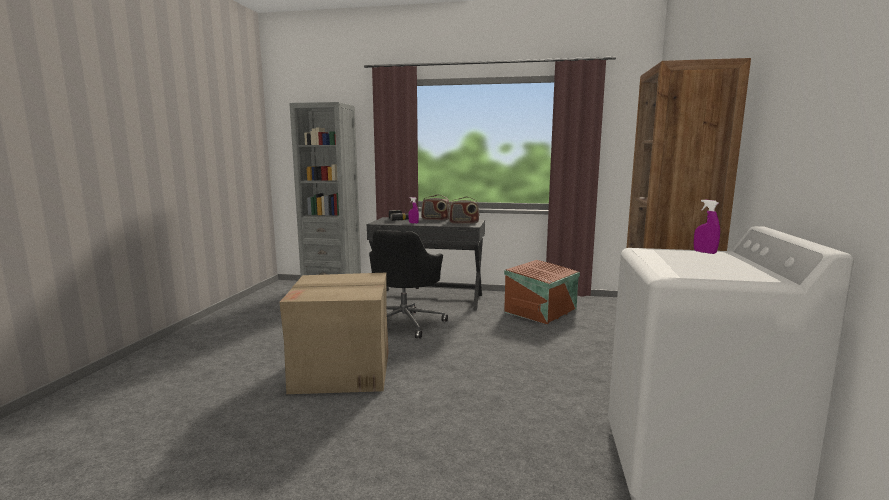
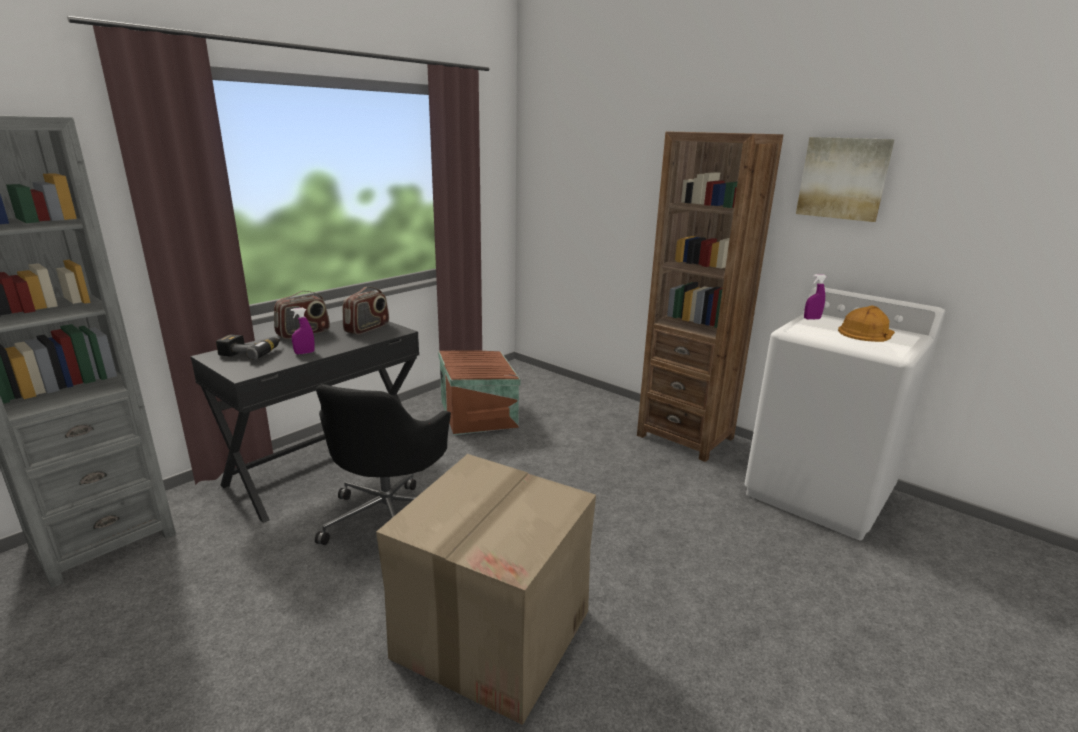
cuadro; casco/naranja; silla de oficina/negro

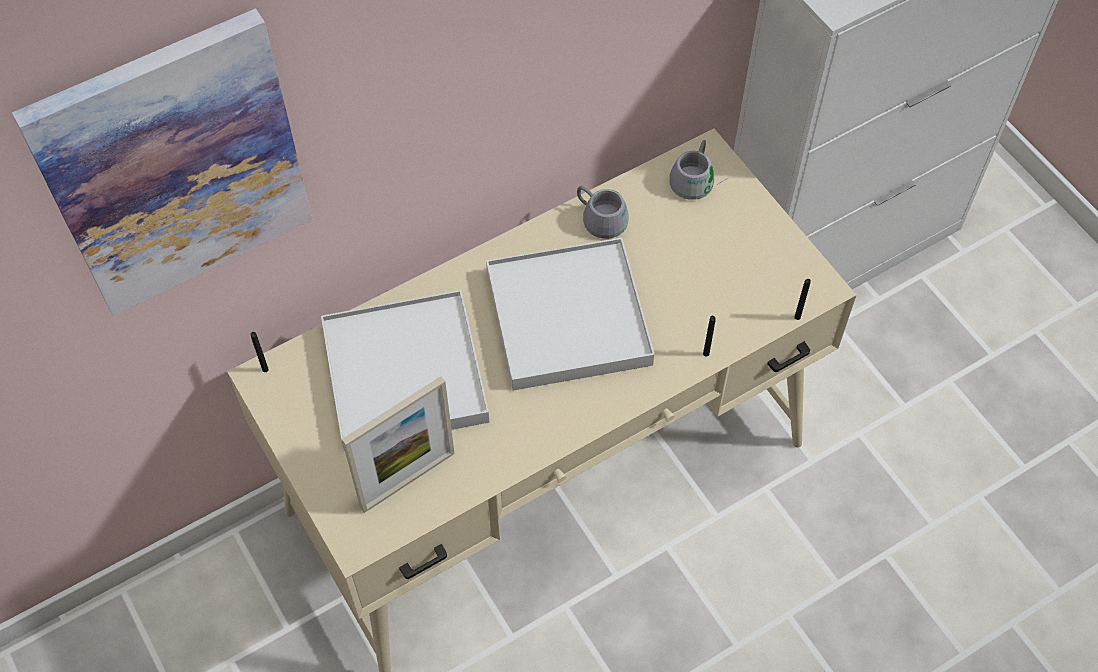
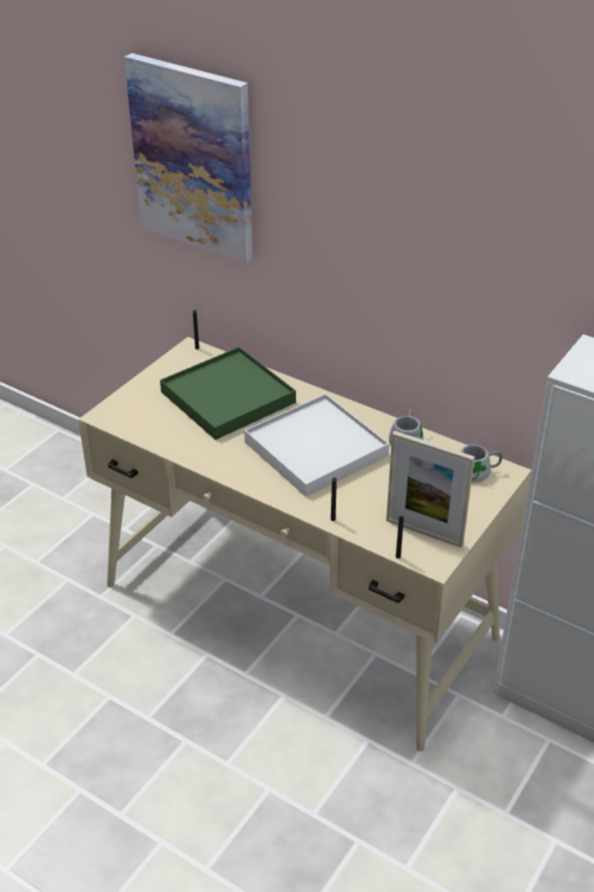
portarretratos; bandeja/verde

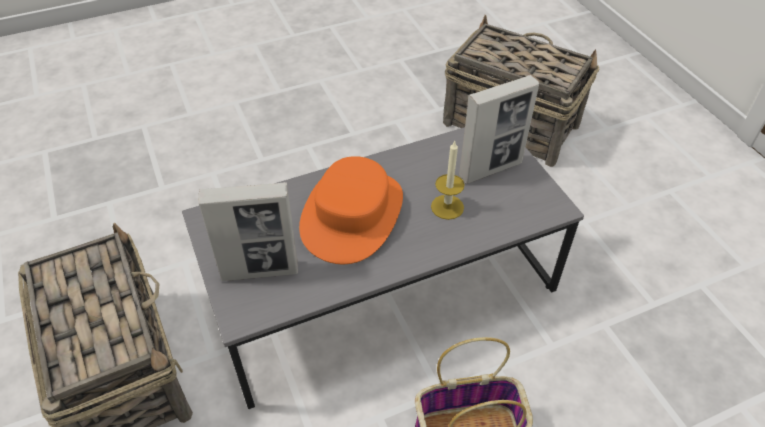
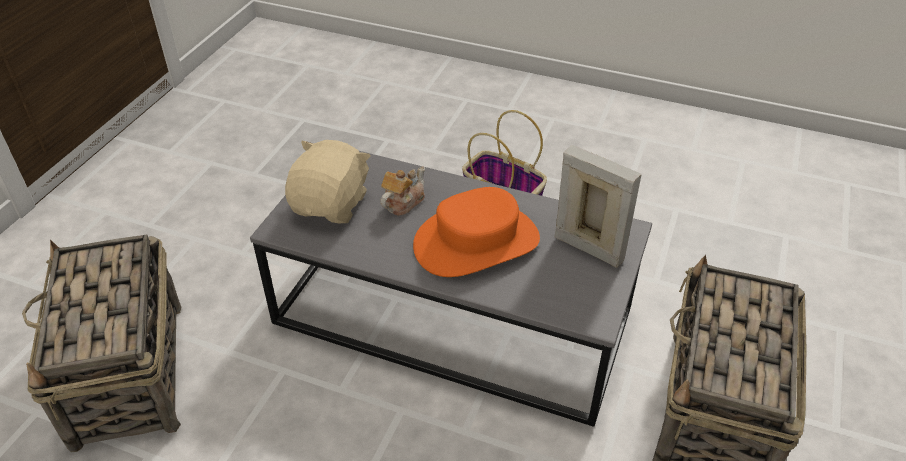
tetera; peluche/beis

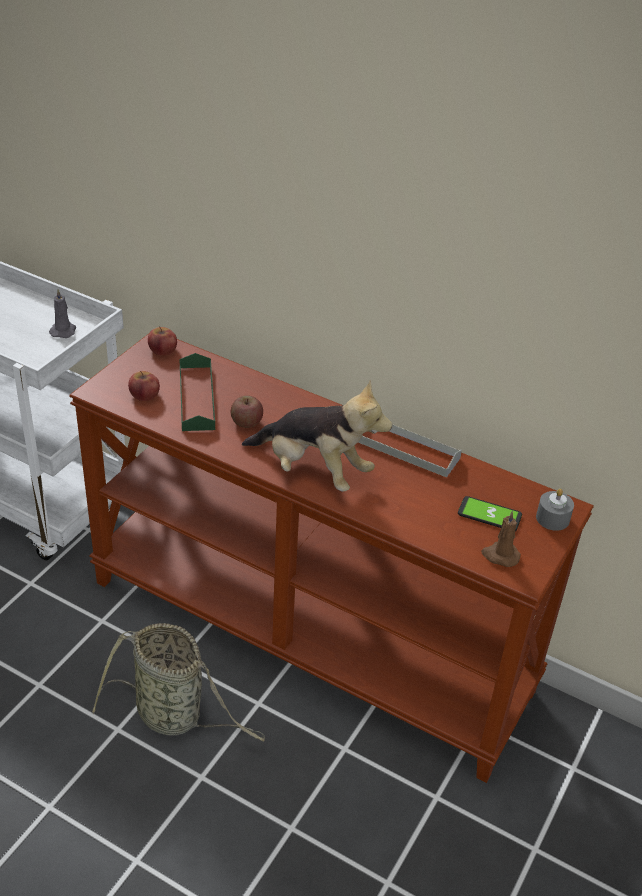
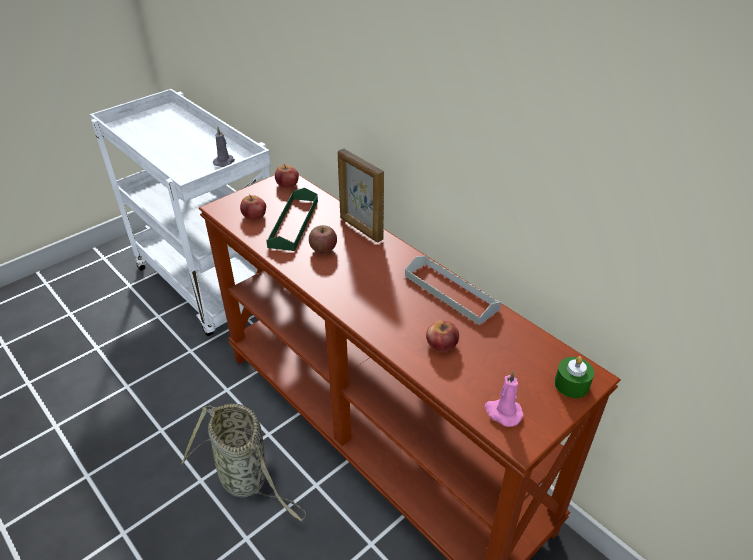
peluche; móvil; portarretratos; manzana (no. 4 from left); vela/rosa; vela/verde

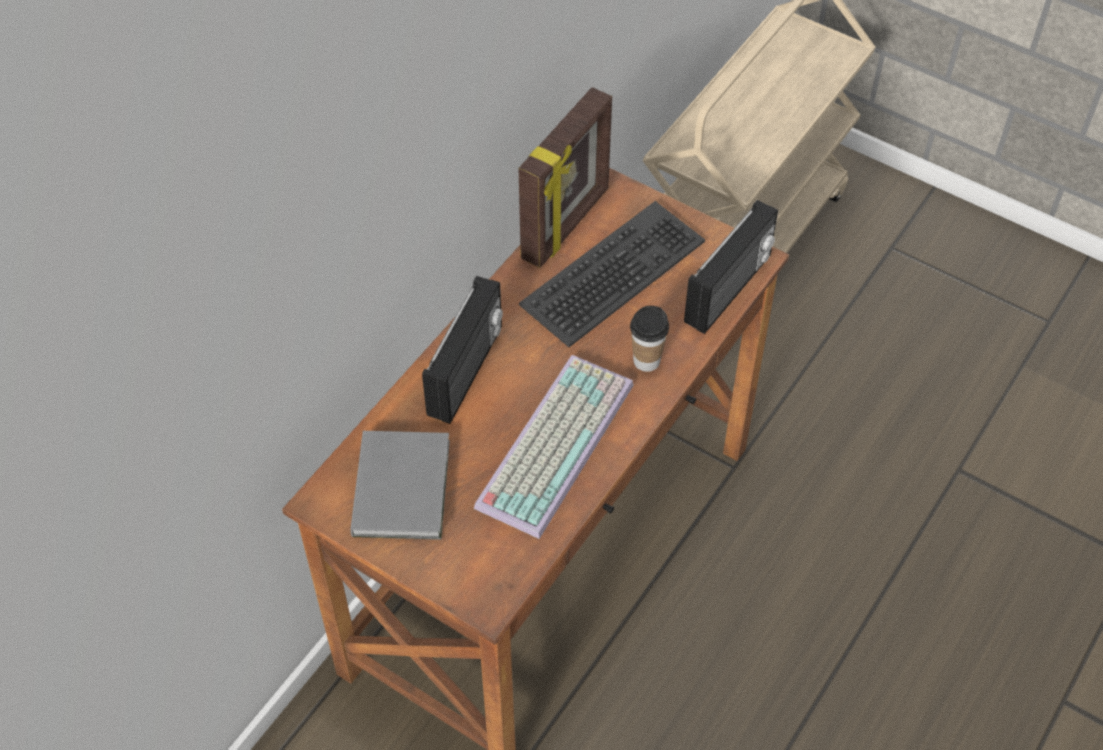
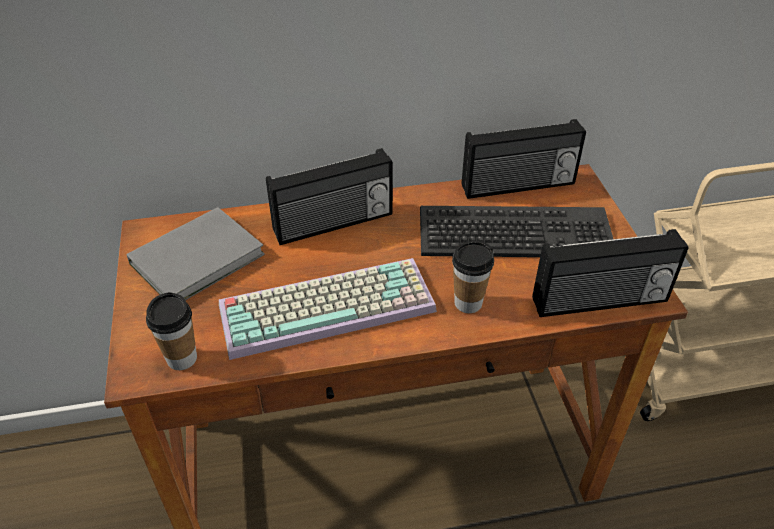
taza (no. 1 from left); radio (no. 2 from left)

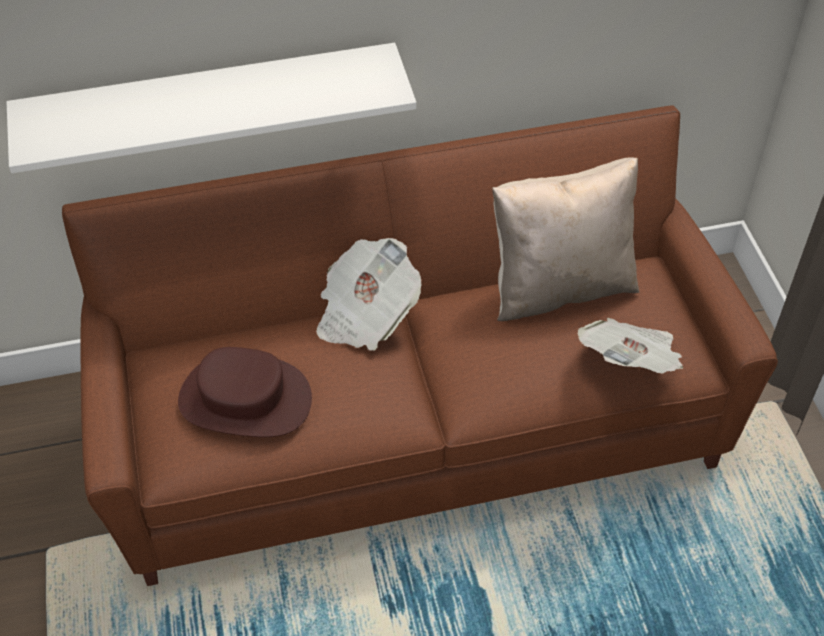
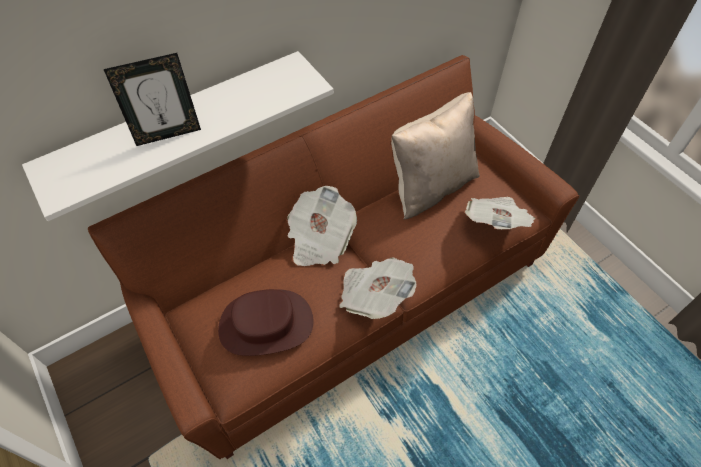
portarretratos; periódico (no. 2 from left)

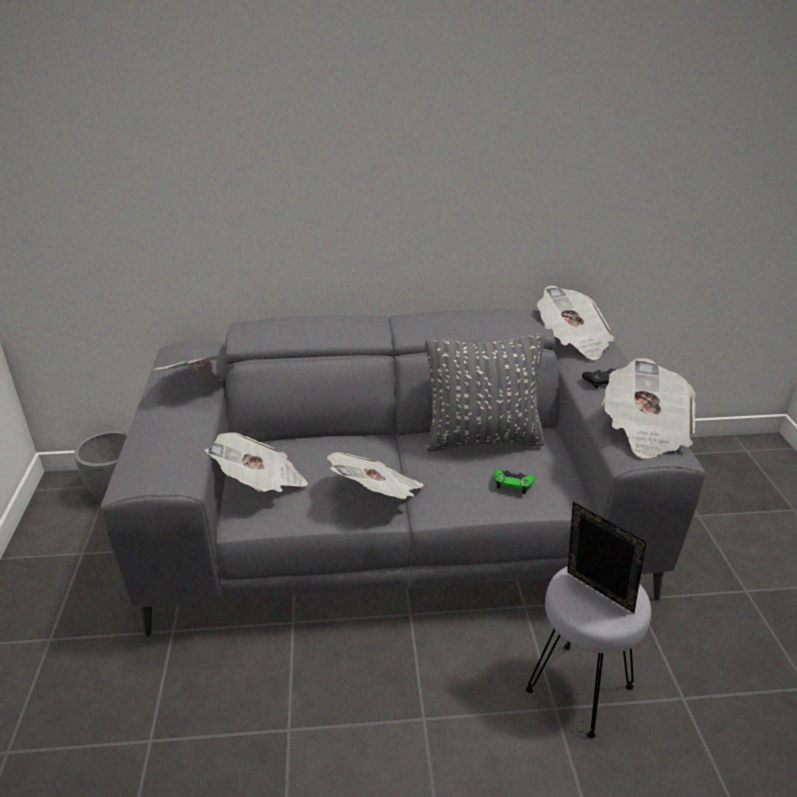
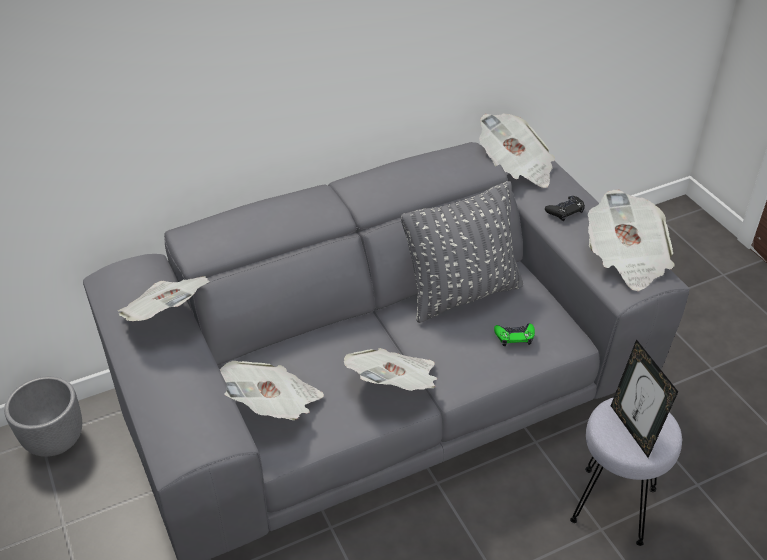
portarretratos

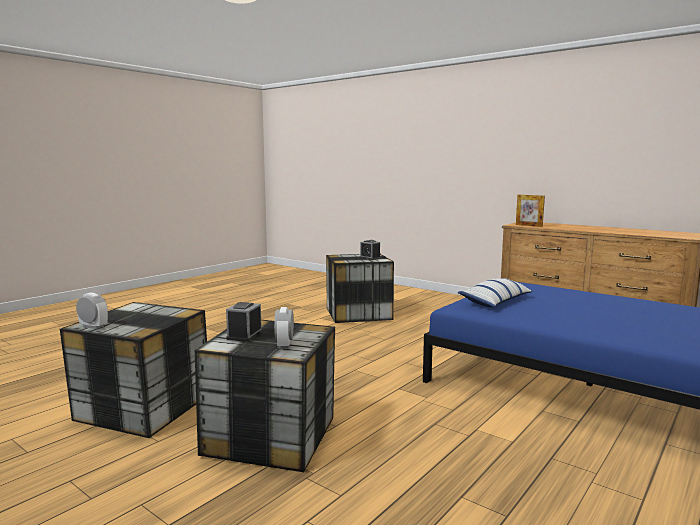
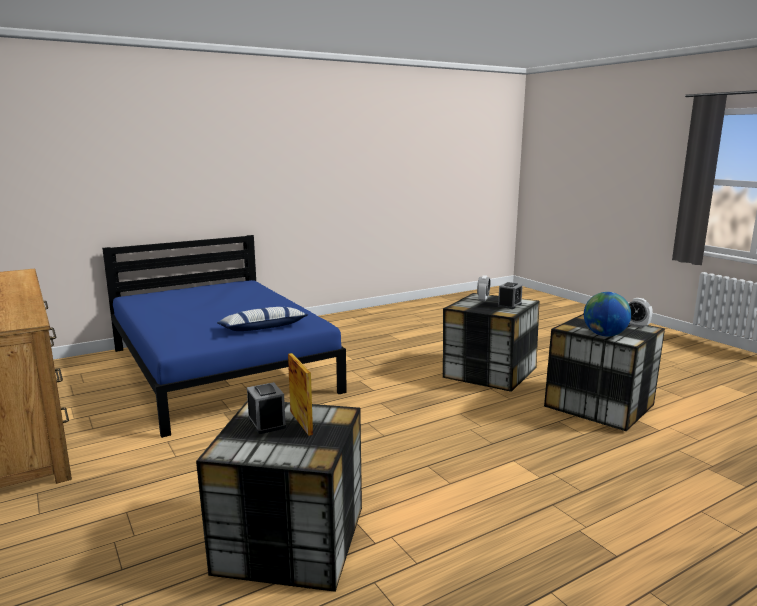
globo terráqueo; portarretratos

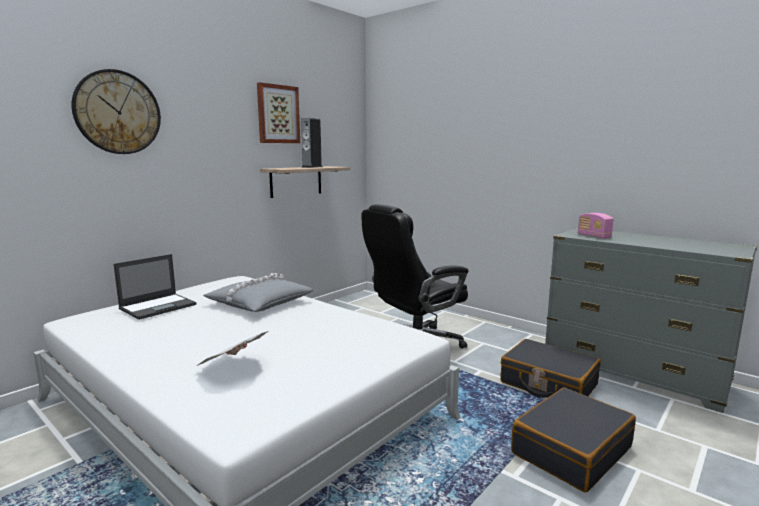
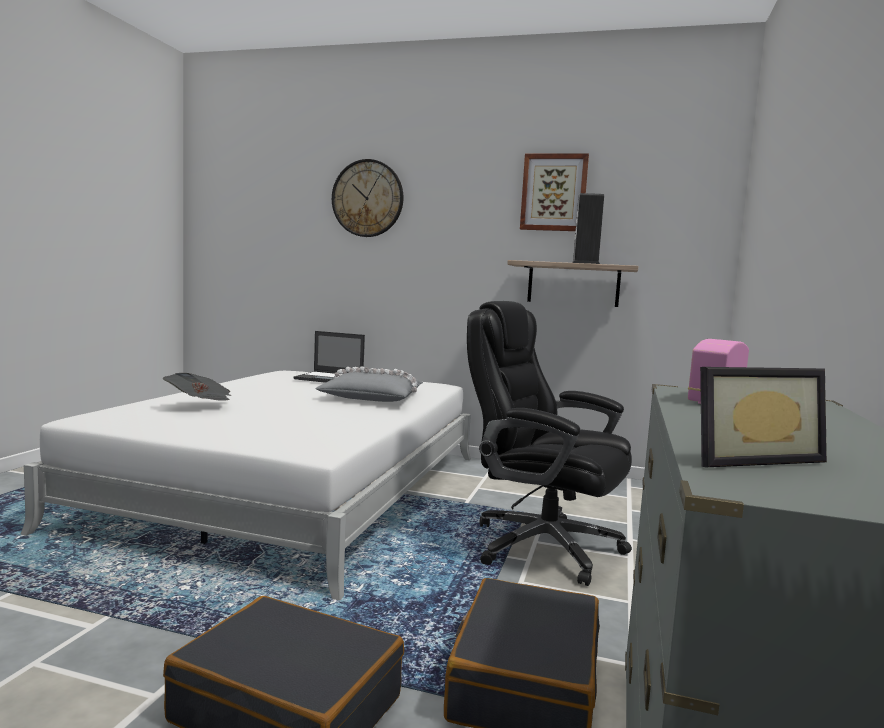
portarretratos

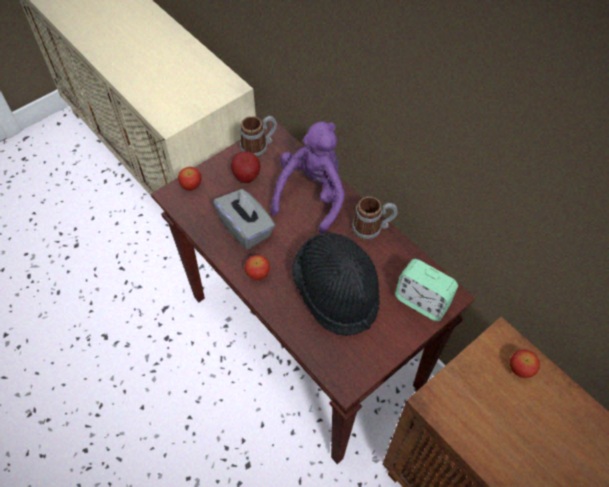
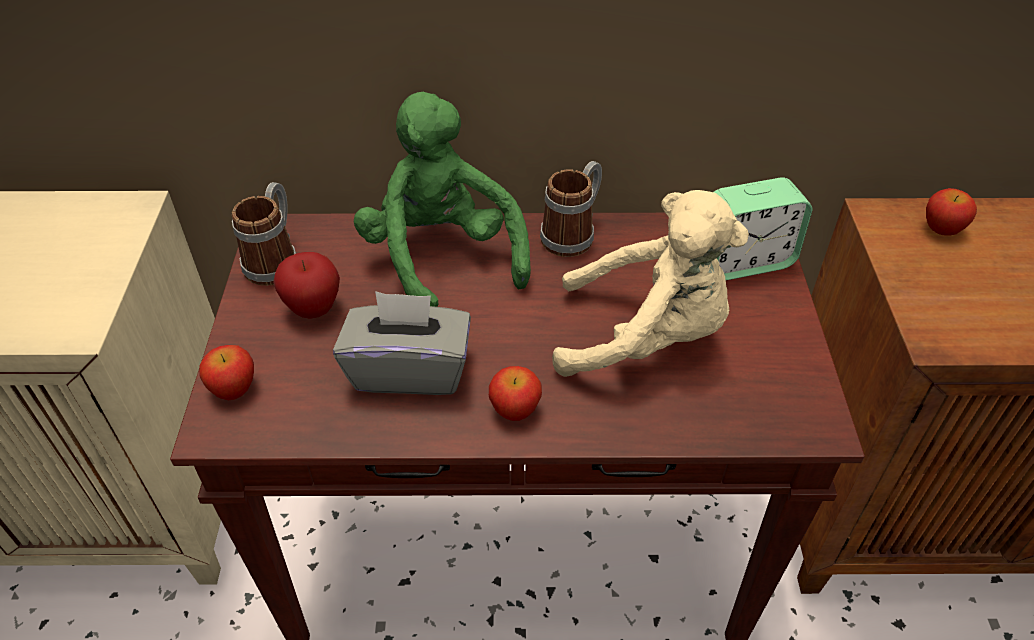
peluche/beis; peluche/verde

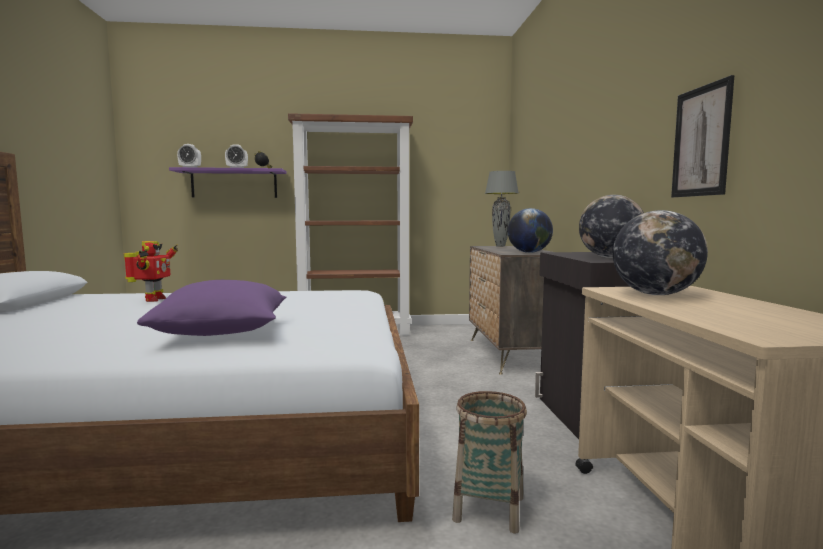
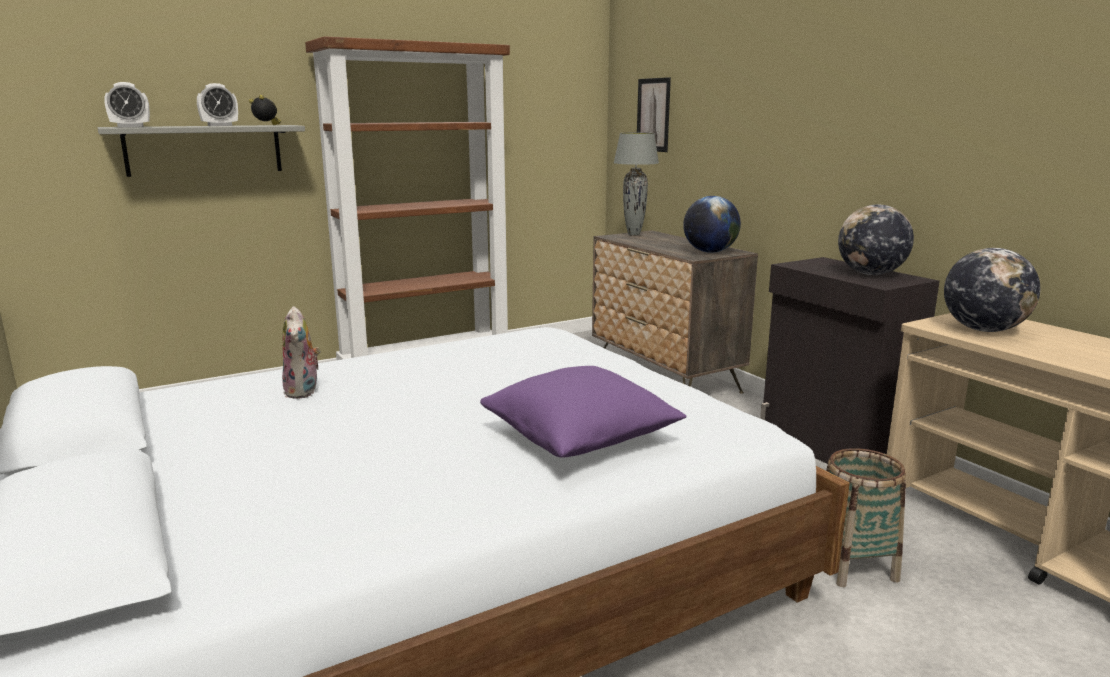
cuadro; peluche; estante/gris

